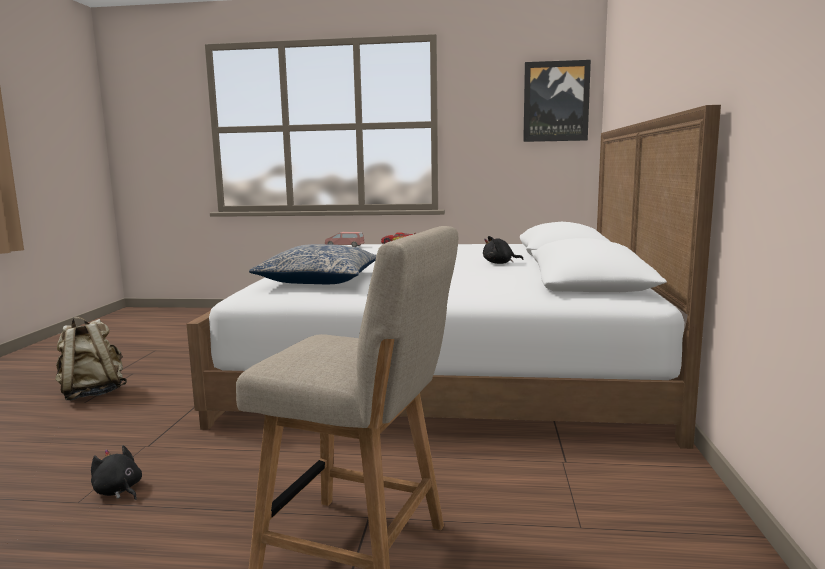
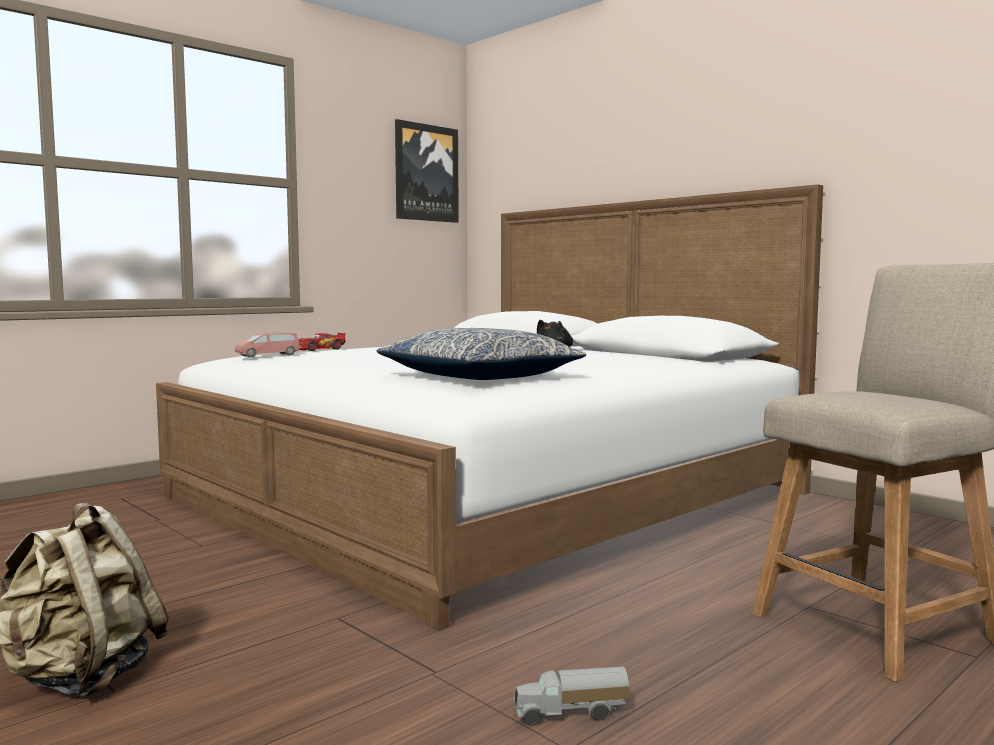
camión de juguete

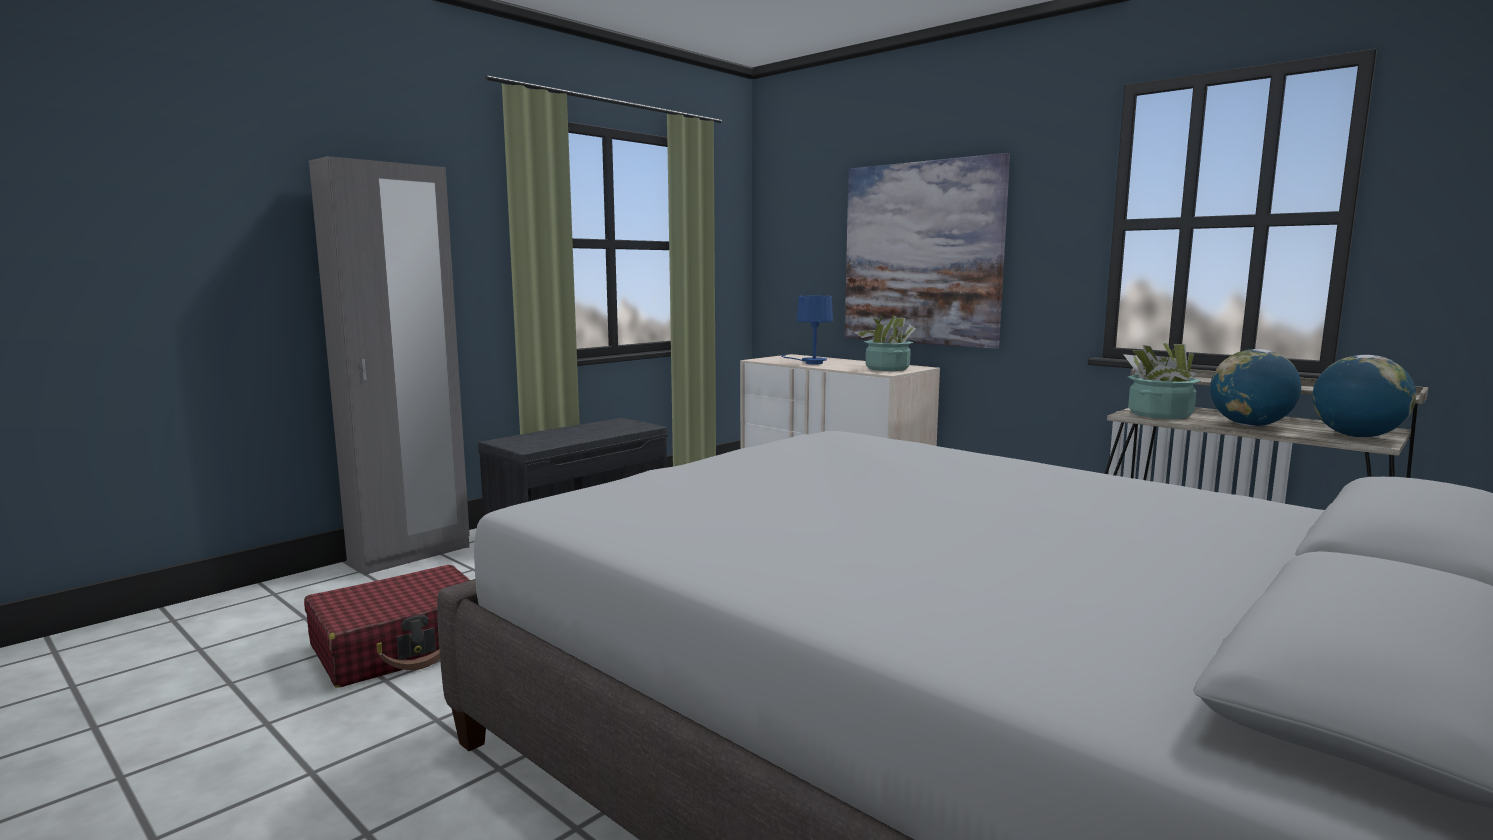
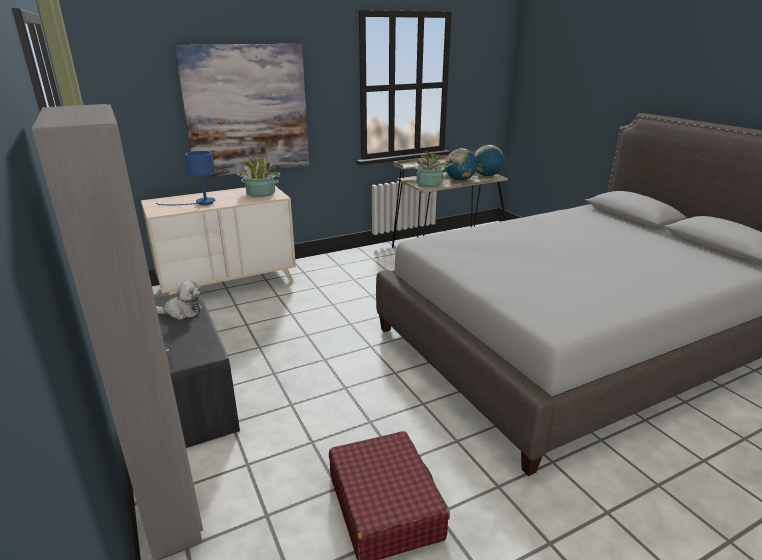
peluche

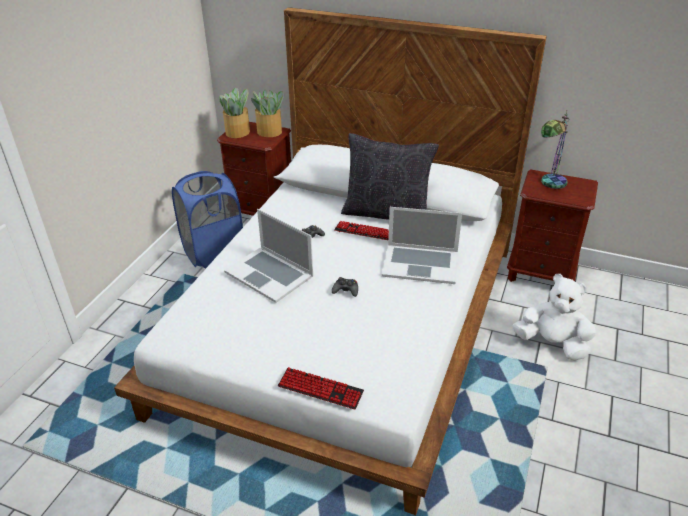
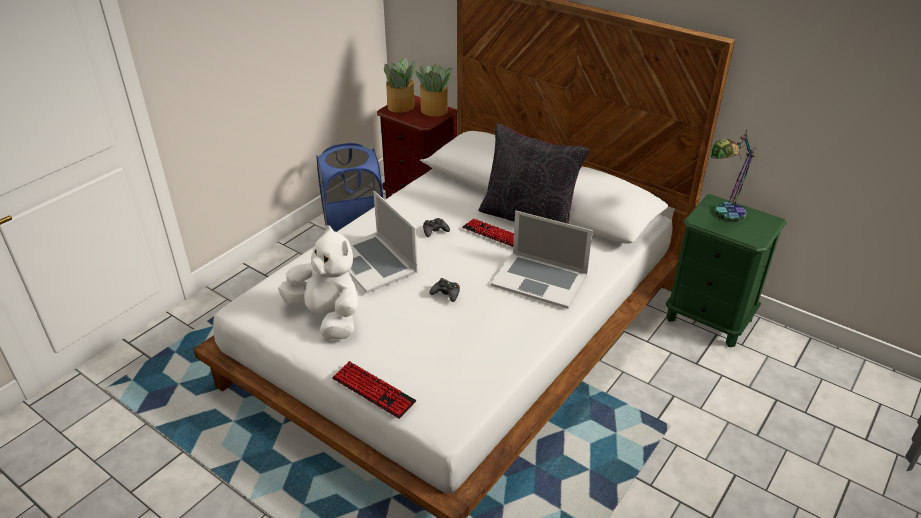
peluche/blanco; mesita de noche/verde

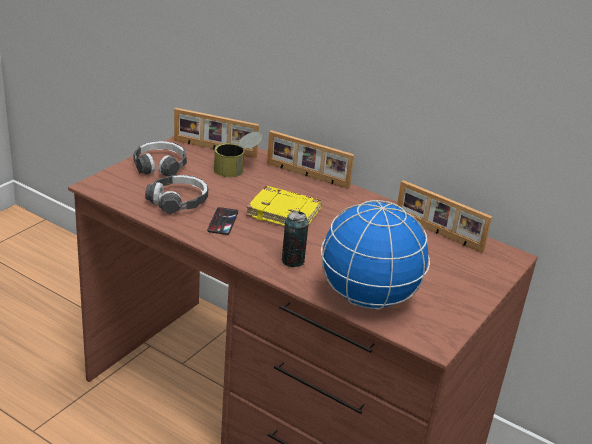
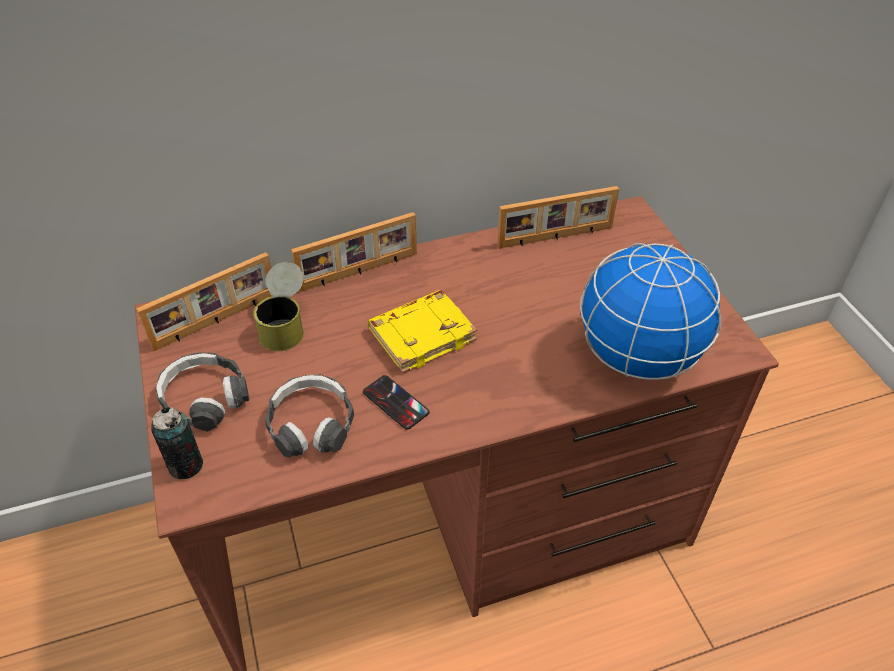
lata (no. 1 from left)

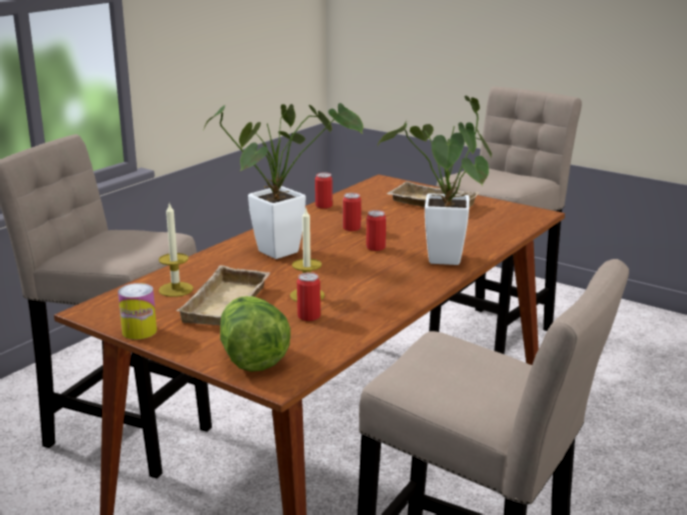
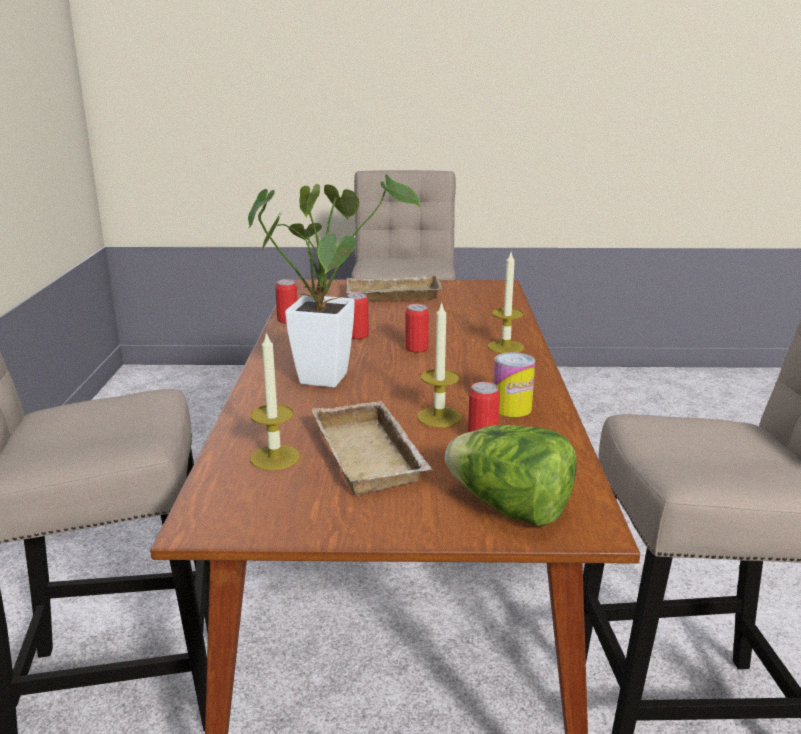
lata (no. 5 from left); vela (no. 3 from left)

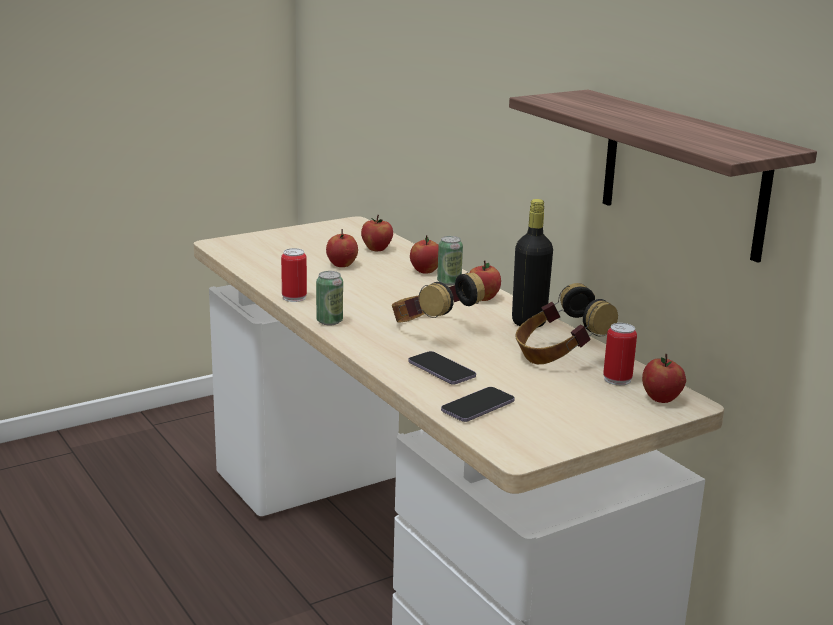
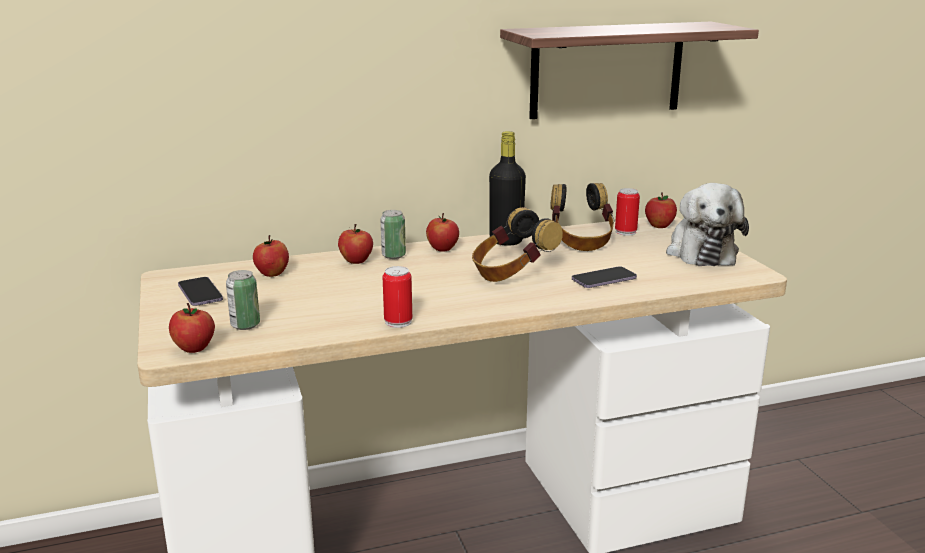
peluche; lata (no. 1 from left); manzana (no. 1 from left); móvil (no. 1 from left)

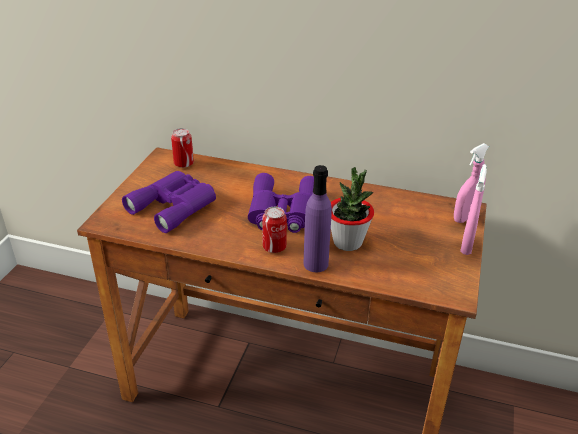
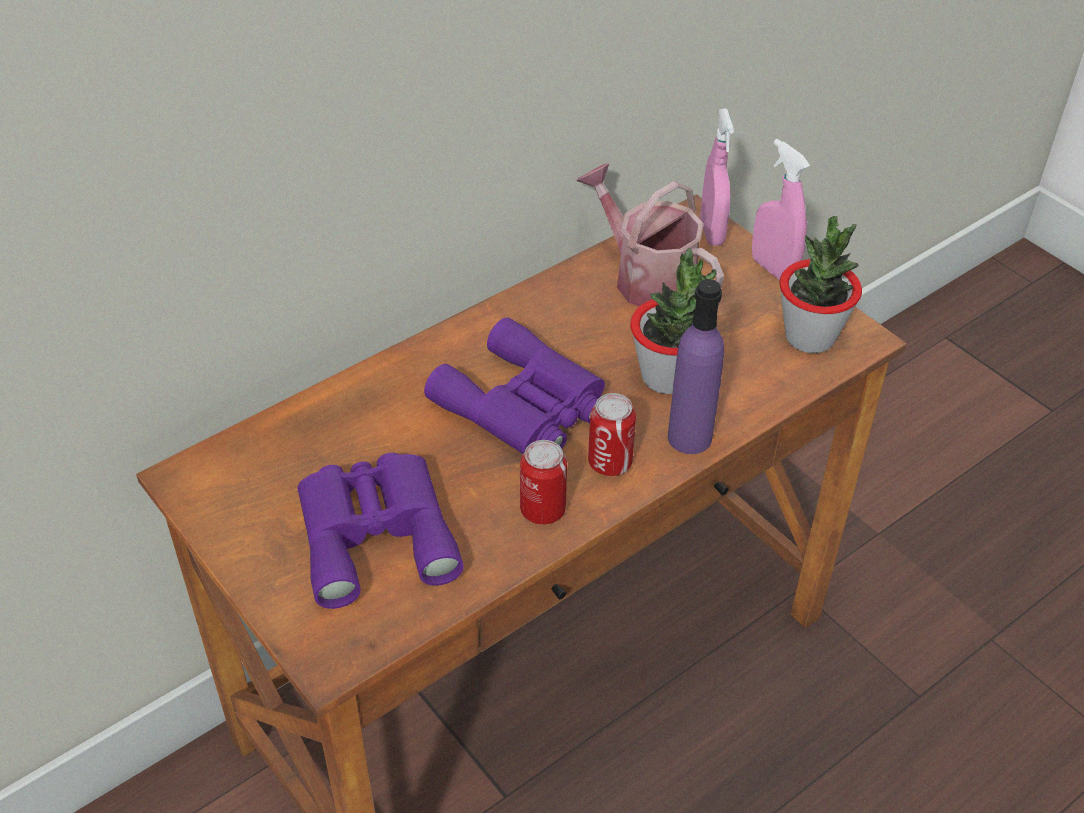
regadera; planta en maceta (no. 2 from left); lata (no. 1 from left)

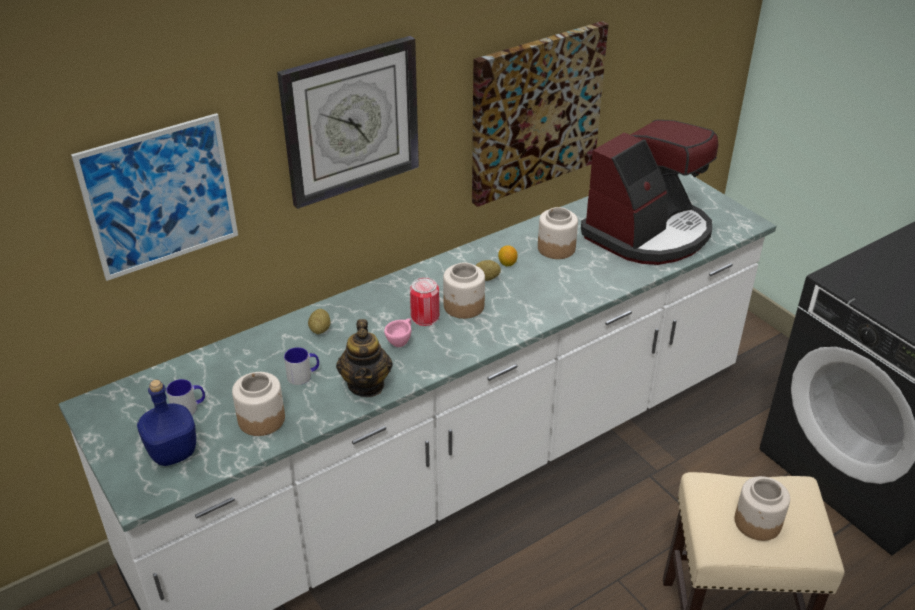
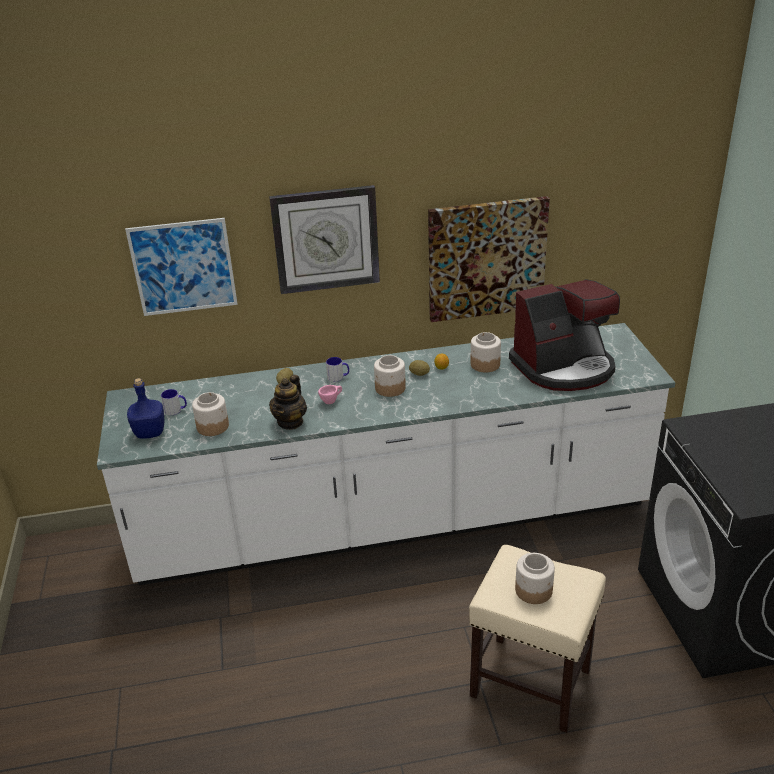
lata; taza grande (no. 2 from left)

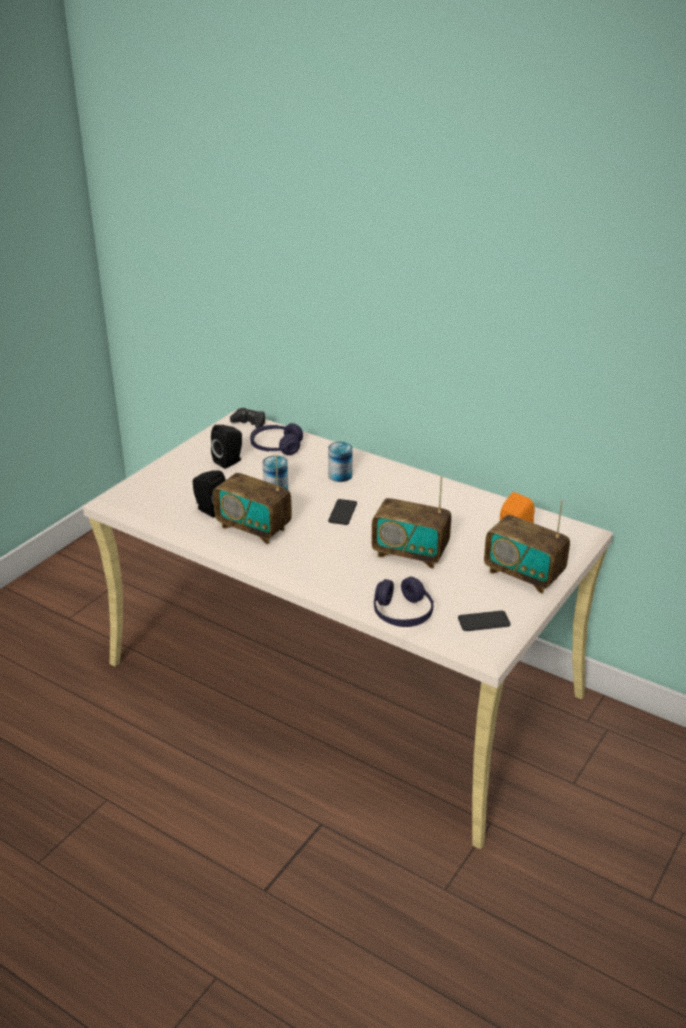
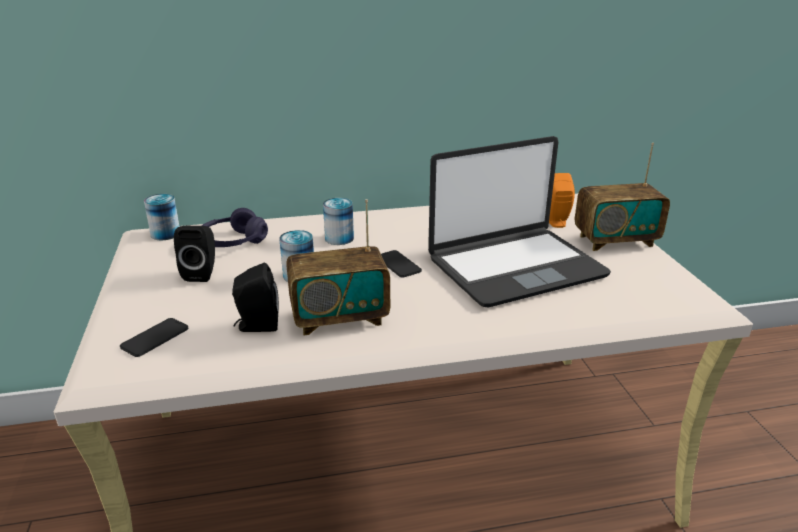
auriculares/morado (no. 2 from left in the first image); móvil (no. 1 from left); lata (no. 1 from left); portátil

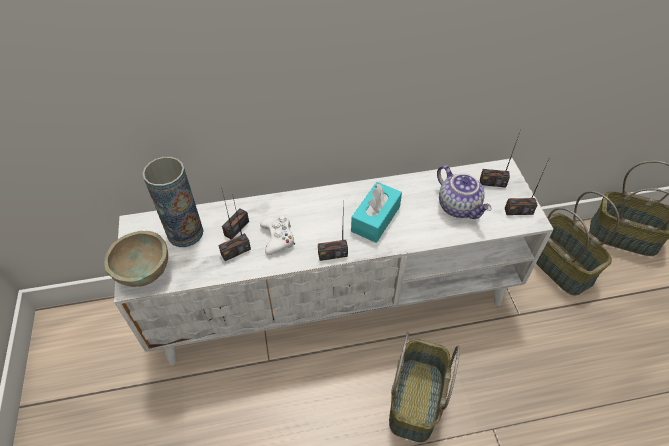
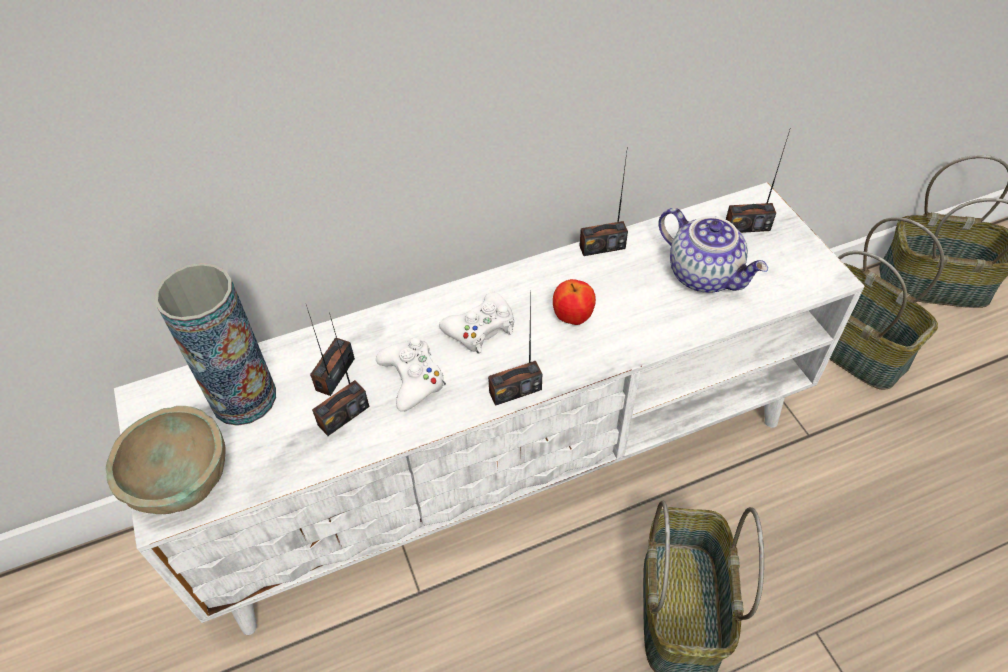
mando de consola/blanco (no. 2 from left); radio (no. 4 from left); manzana

